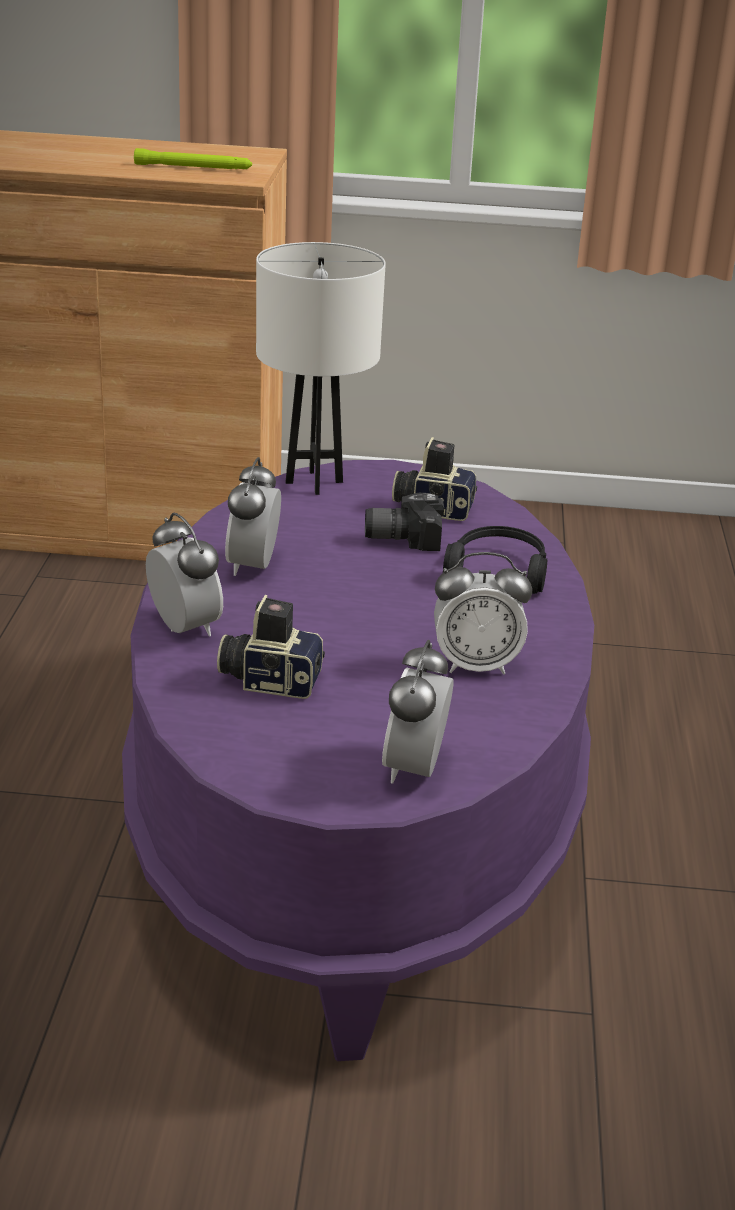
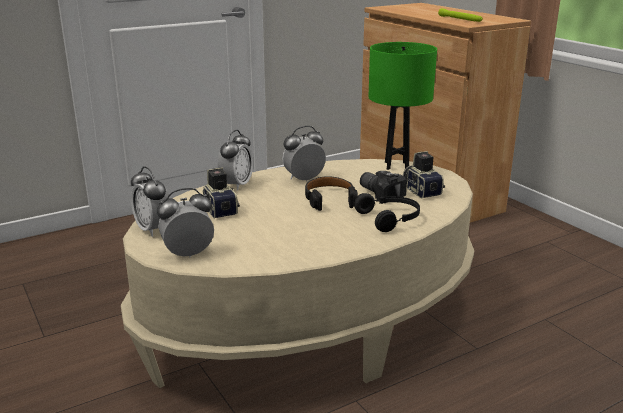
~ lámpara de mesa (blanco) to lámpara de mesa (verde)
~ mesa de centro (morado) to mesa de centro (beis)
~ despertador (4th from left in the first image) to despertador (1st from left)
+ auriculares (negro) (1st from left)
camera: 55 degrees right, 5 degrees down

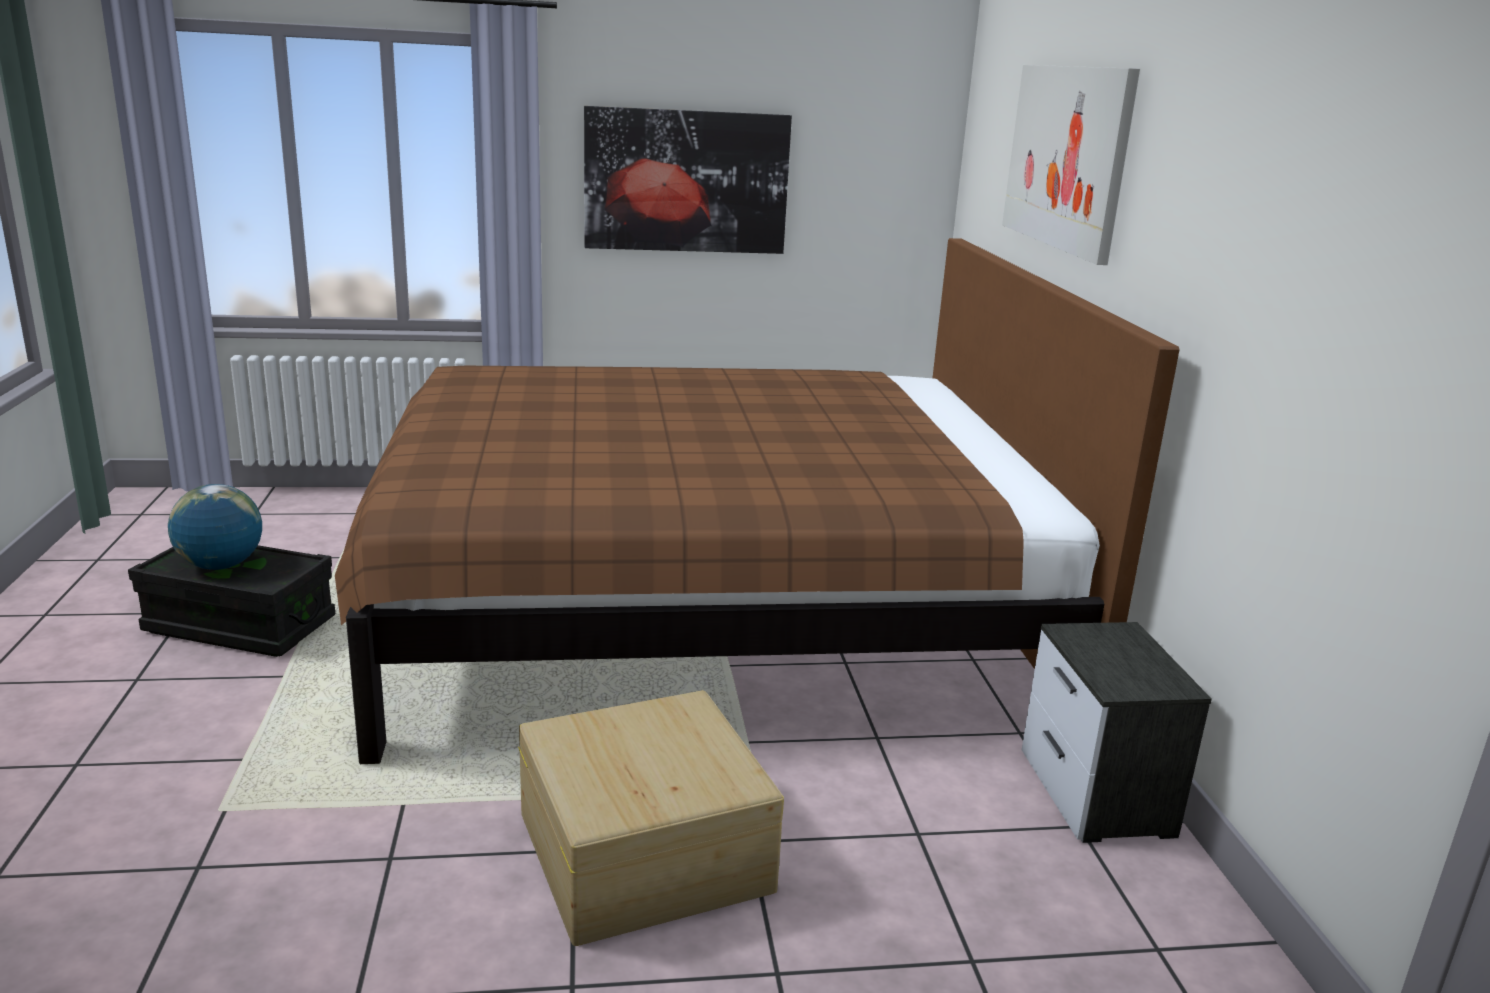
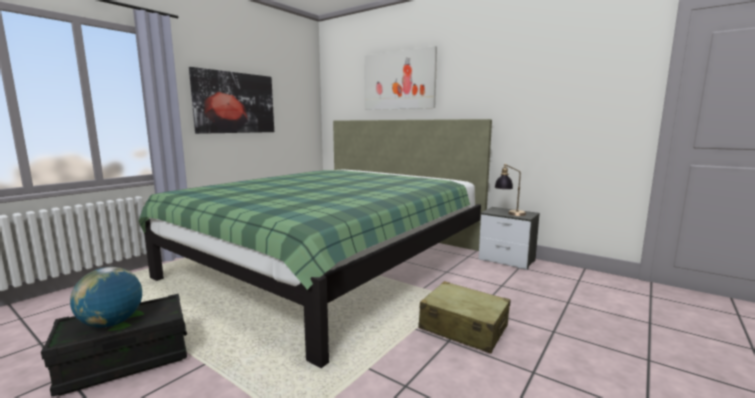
~ cama (marrón) to cama (verde)
~ caja de almacenaje (beis) to maleta (beis)
+ lámpara de mesa
camera: 45 degrees left, 10 degrees down

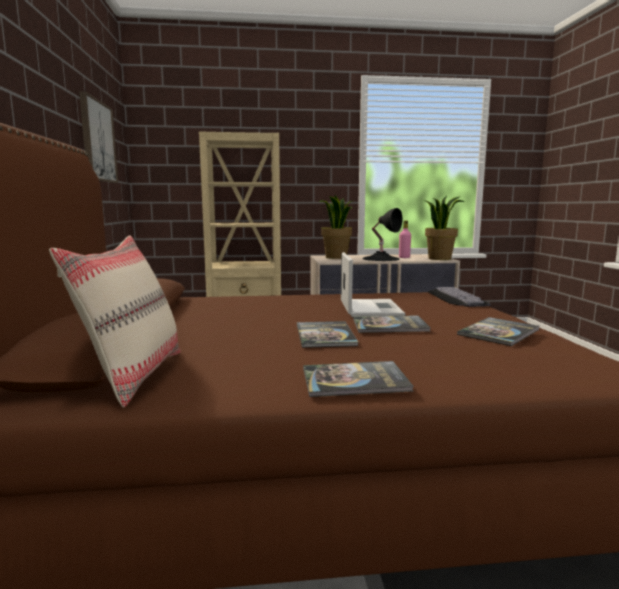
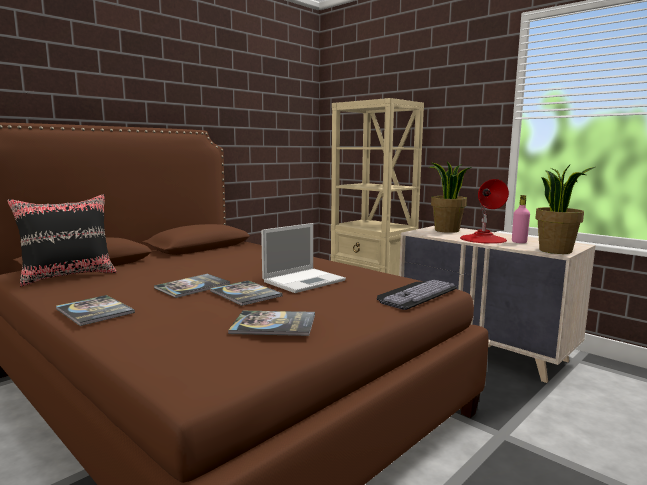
- cuadro
~ lámpara de mesa (negro) to lámpara de mesa (rojo)
~ cojín (beis) to cojín (negro)
camera: 50 degrees right, 0 degrees up

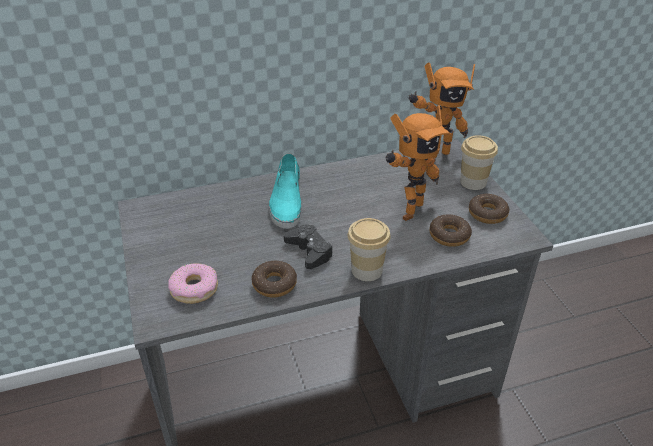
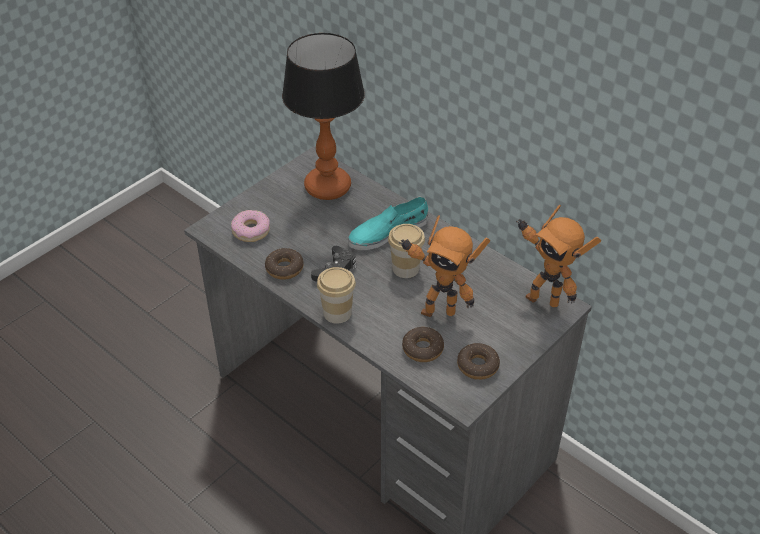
~ taza (2nd from left)
+ lámpara de mesa
camera: 60 degrees right, 5 degrees up

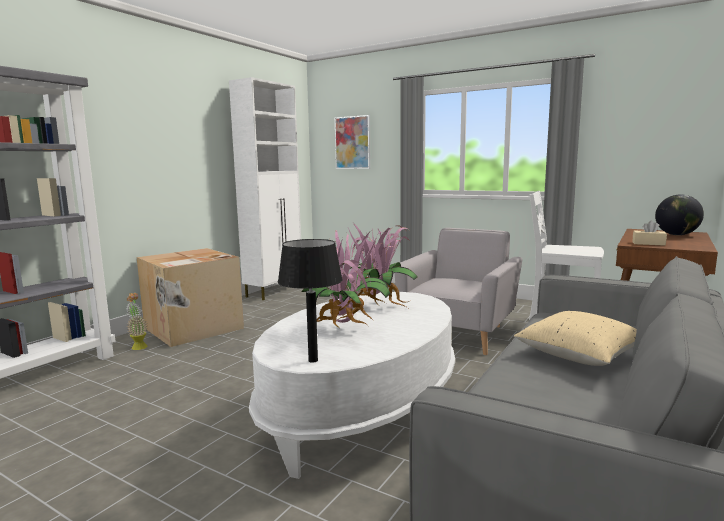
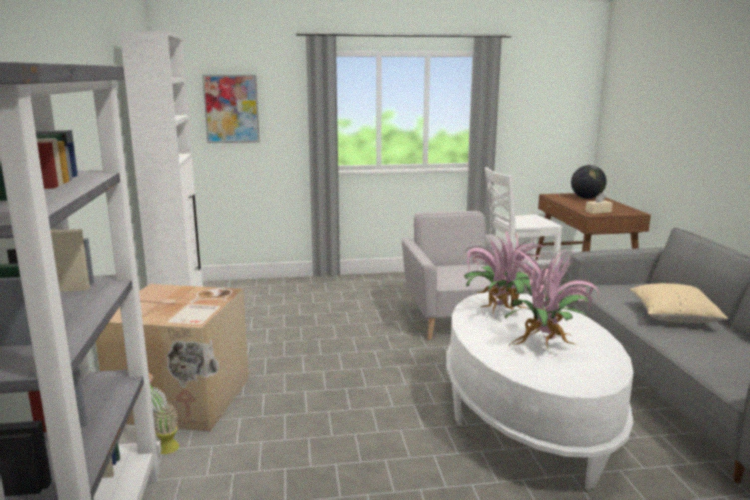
- lámpara de mesa (negro)
camera: 40 degrees left, 5 degrees up

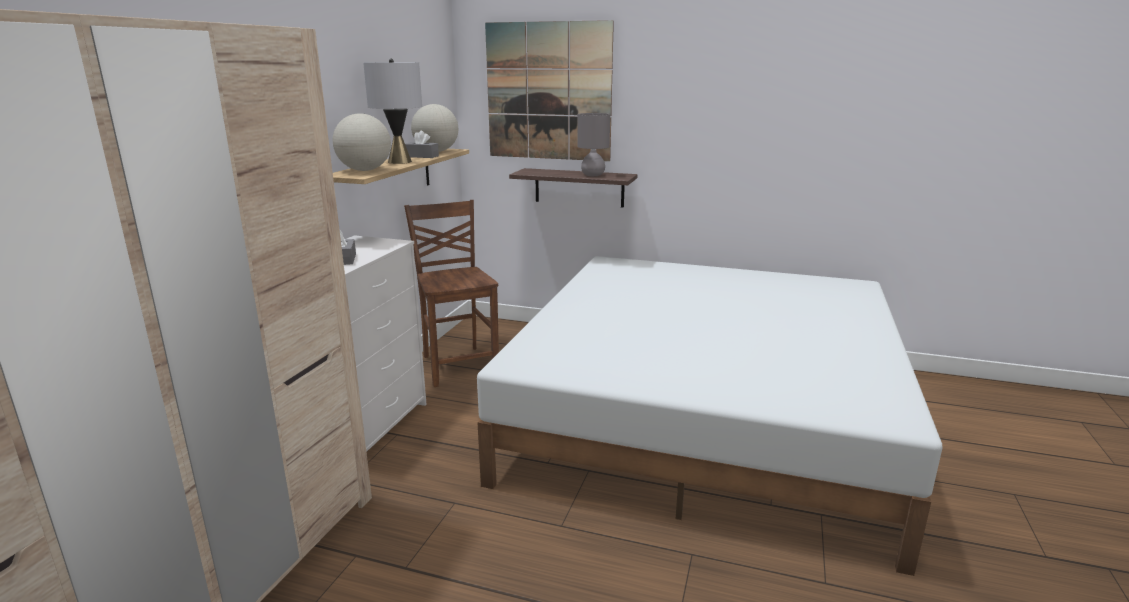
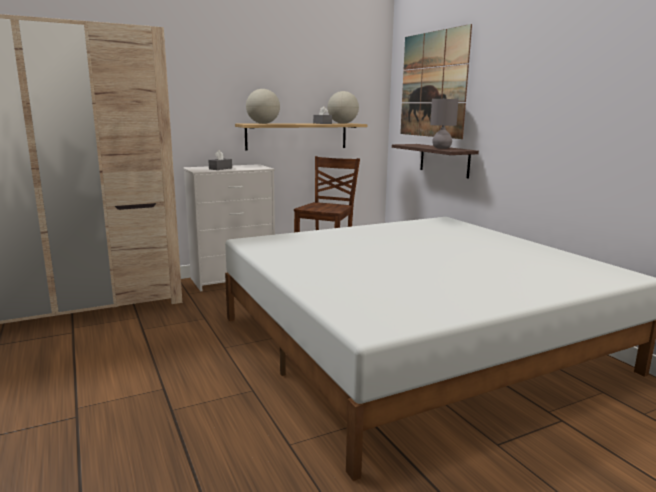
- lámpara de mesa (gris) (1st from left)
camera: 45 degrees right, 5 degrees down

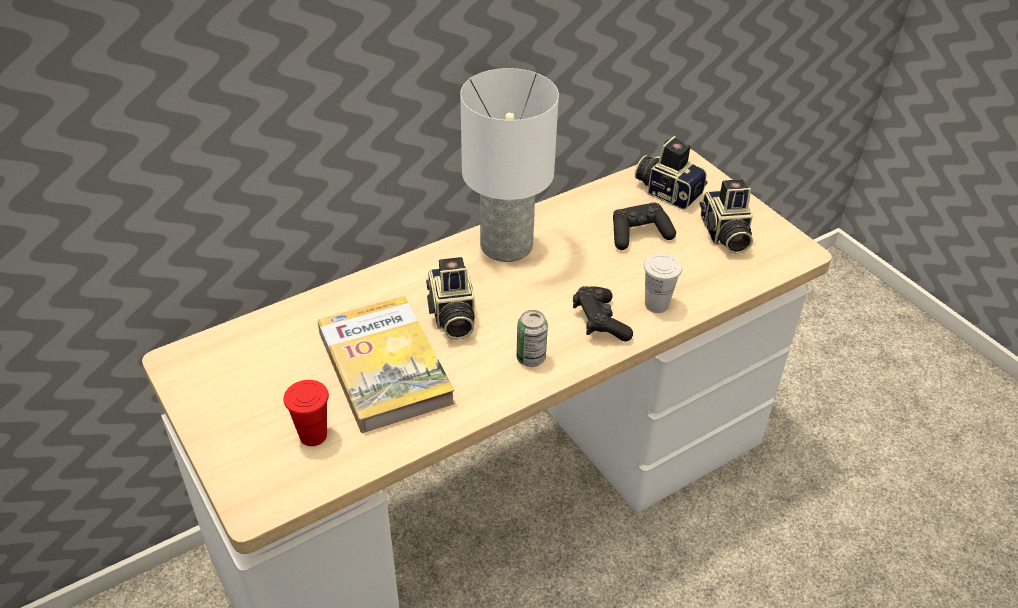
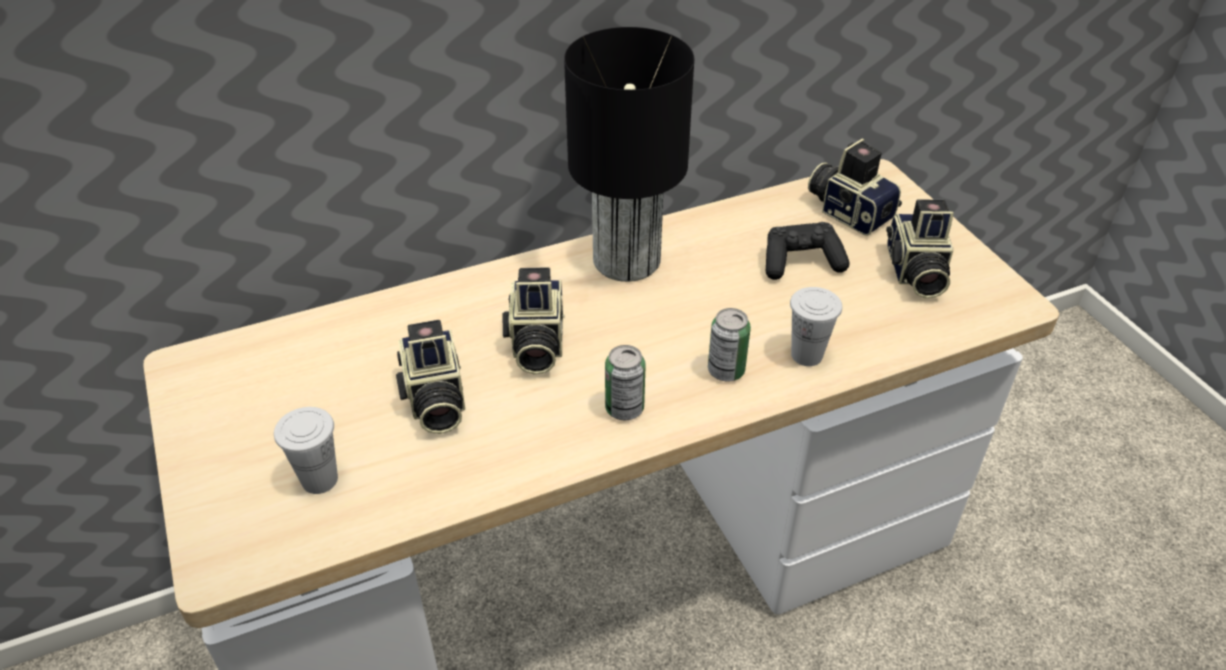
~ lámpara de mesa (blanco) to lámpara de mesa (negro)
~ mando de consola (negro) (1st from left) to lata (2nd from left)
~ libro to cámara (1st from left)
~ taza (rojo) to taza (blanco) (1st from left)
camera: 10 degrees right, 0 degrees up

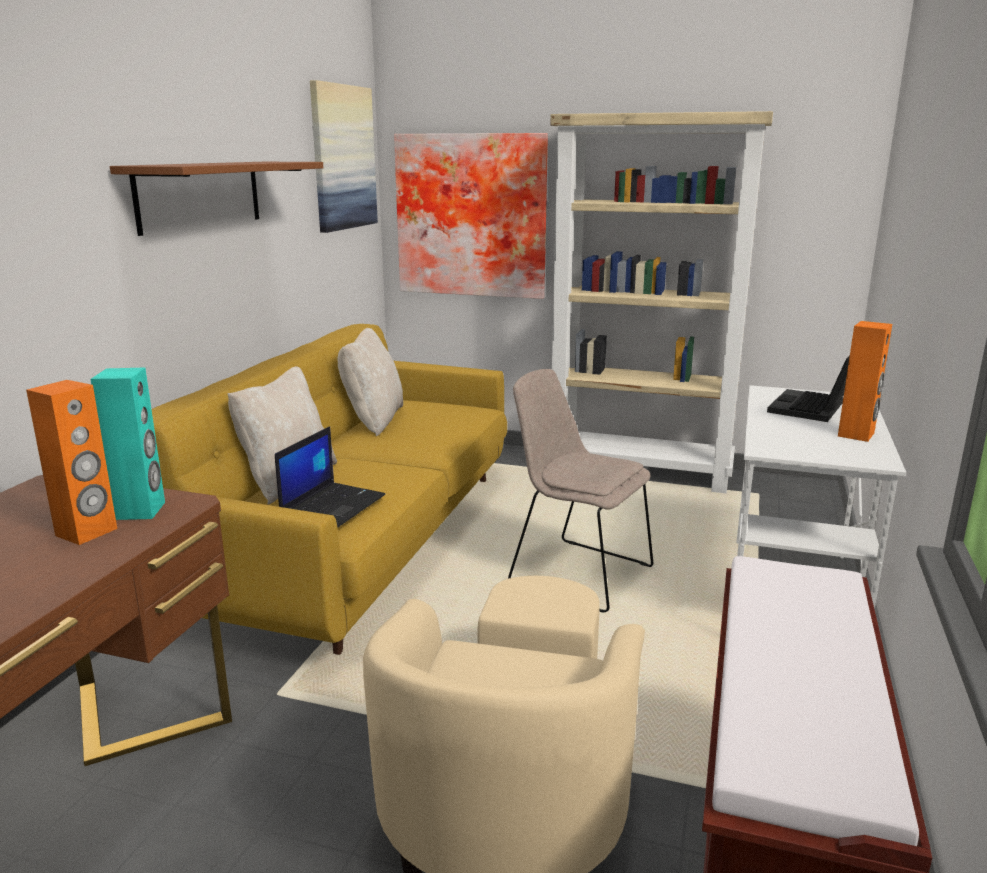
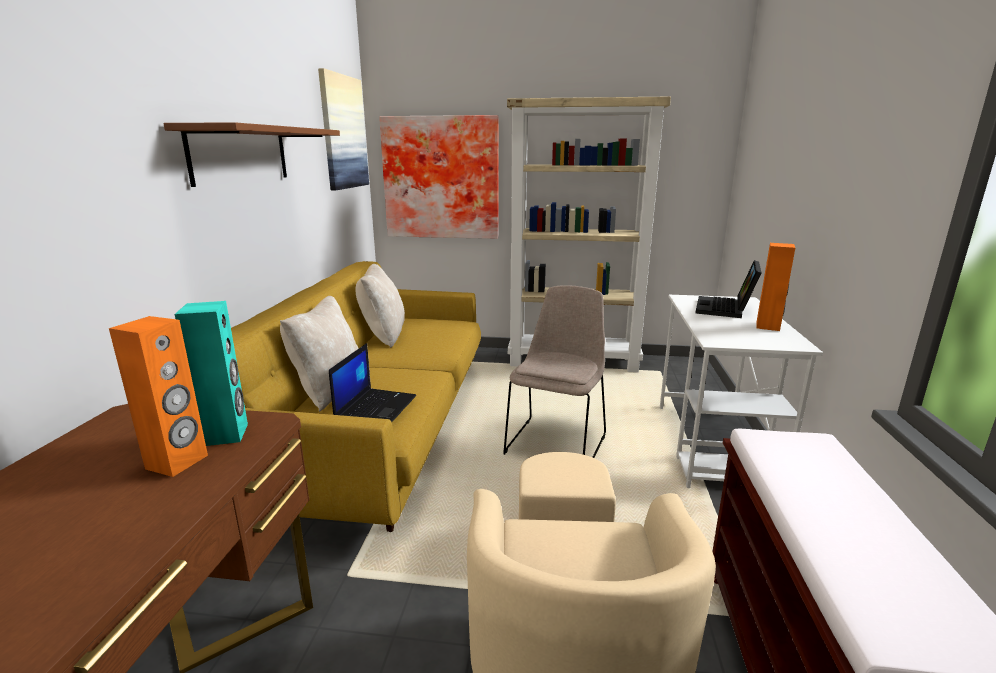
~ silla (beis) 90 degrees clockwise
camera: 10 degrees left, 0 degrees up

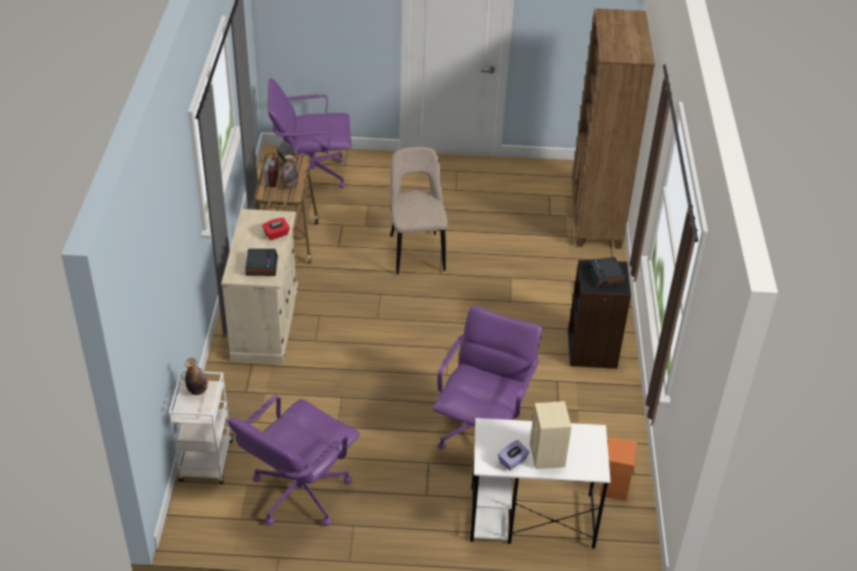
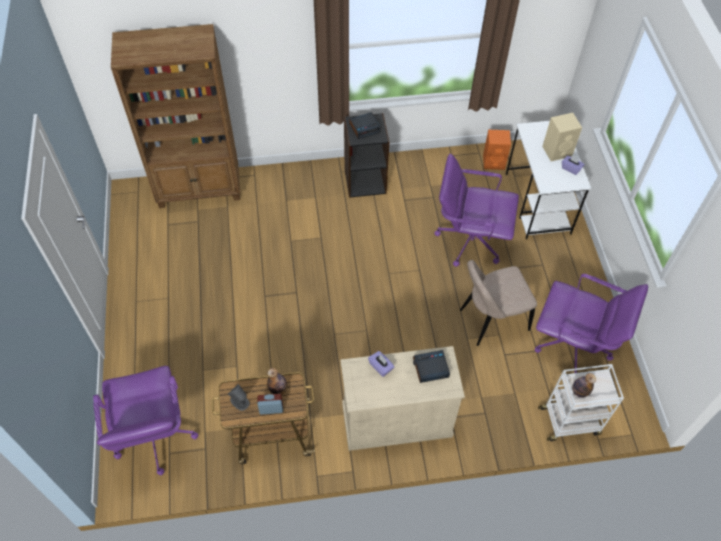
~ silla (beis)
~ caja de pañuelos (rojo) to caja de pañuelos (morado) (1st from left)
camera: 100 degrees left, 15 degrees up

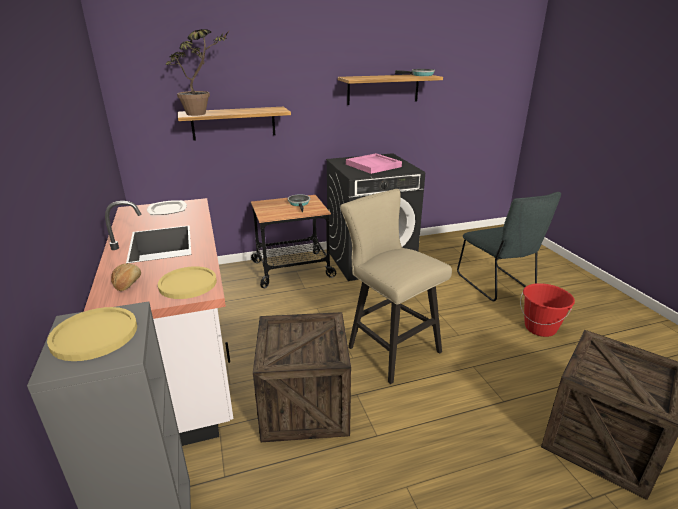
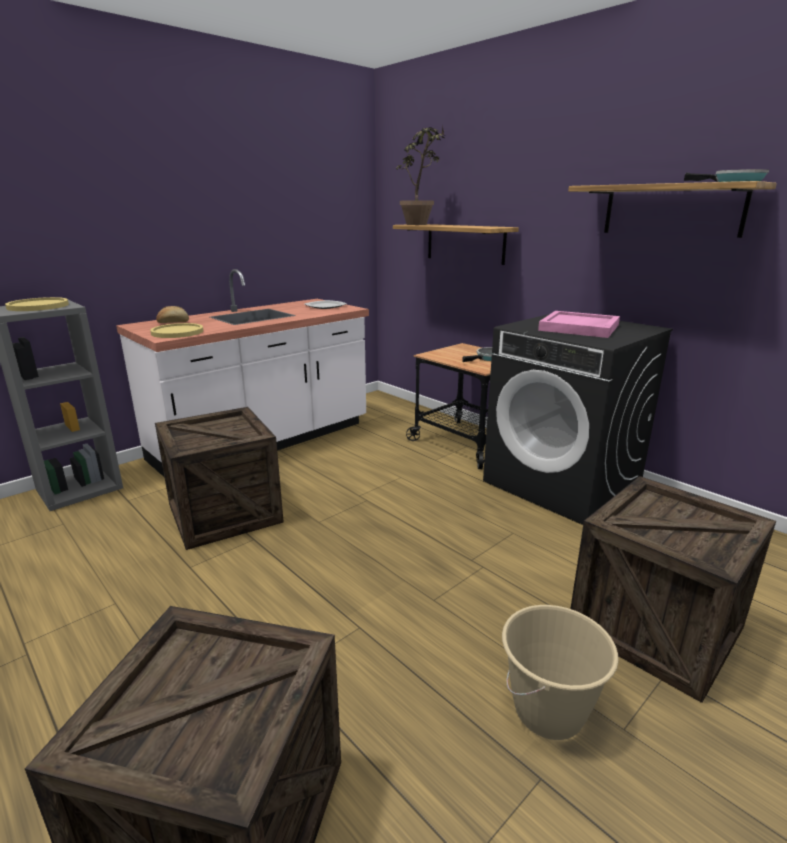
- taburete (beis)
~ silla (gris) to caja de embalaje (3rd from left)
~ cubo (rojo) to cubo (beis)
camera: 65 degrees right, 5 degrees down

